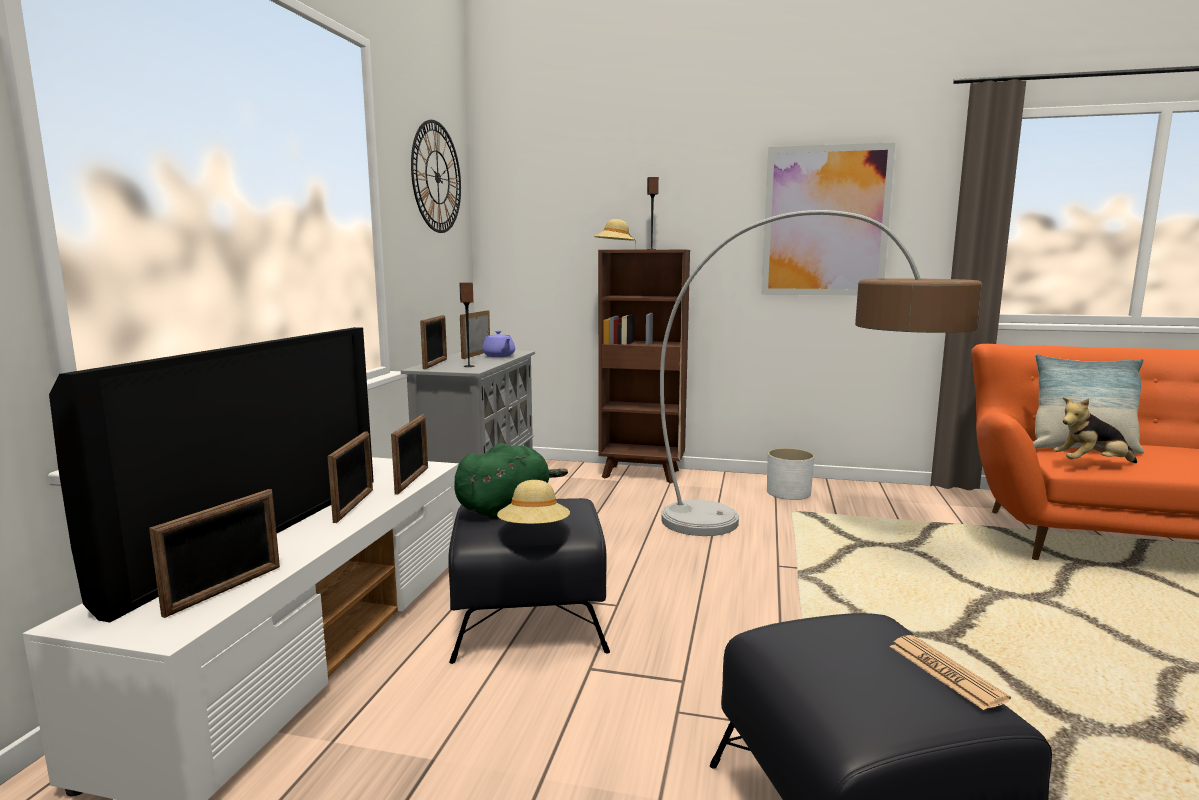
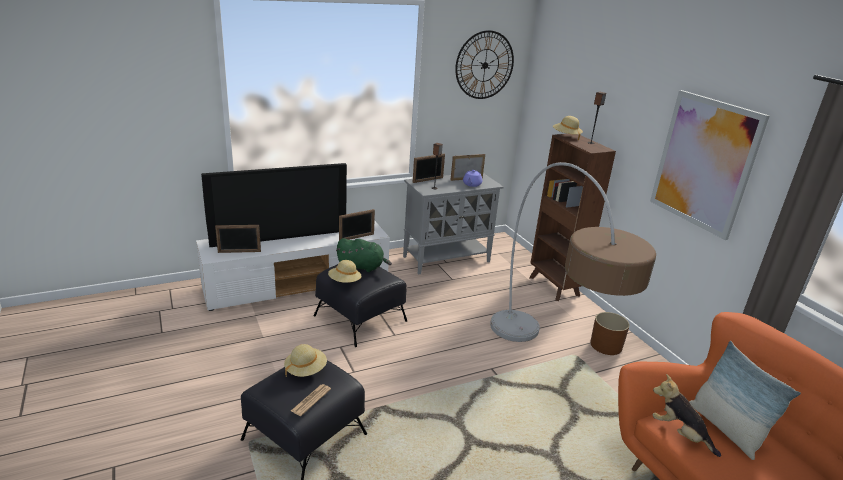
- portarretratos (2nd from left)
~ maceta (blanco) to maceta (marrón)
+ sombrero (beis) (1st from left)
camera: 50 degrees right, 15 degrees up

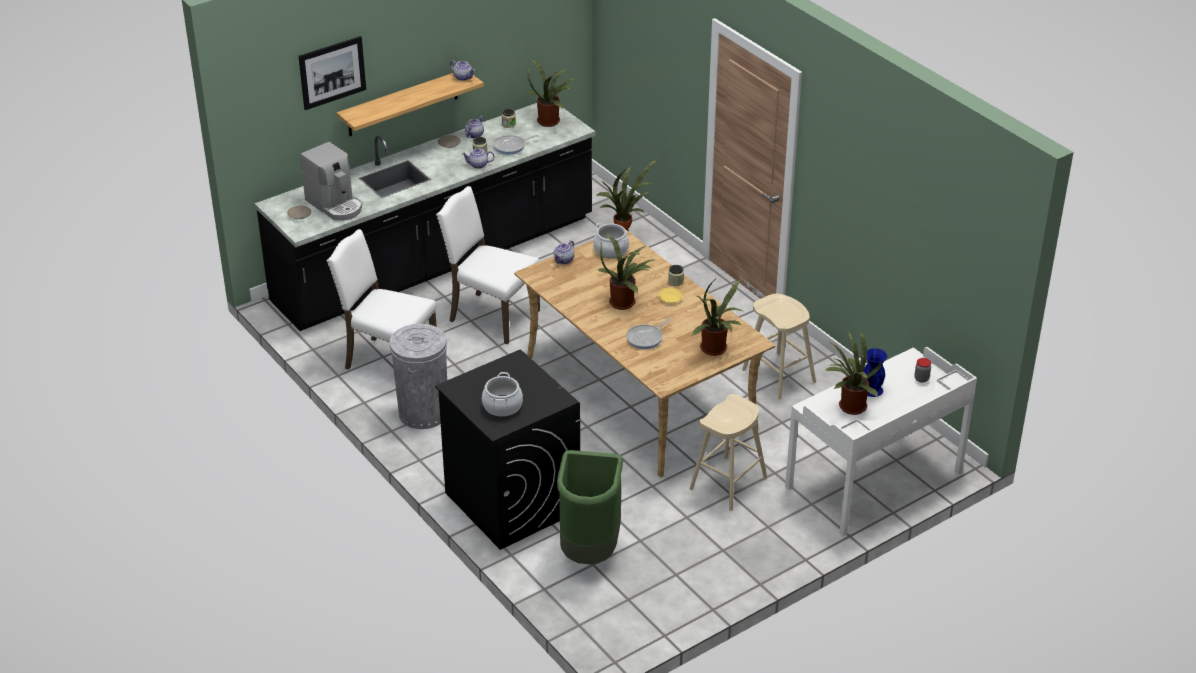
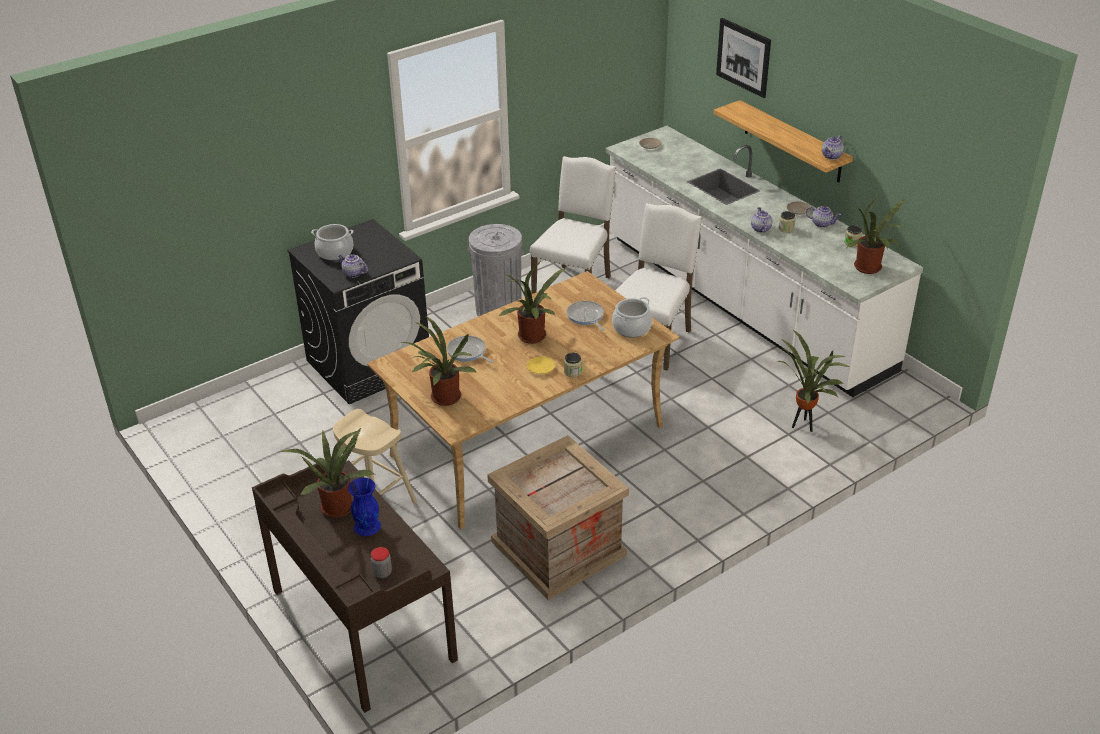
~ mueble bajo de cocina (negro) to mueble bajo de cocina (blanco)
~ sartén (1st from left in the first image) to sartén (2nd from left)
- cafetera
~ tetera (4th from left in the first image) to tetera (1st from left)
~ taburete (beis) (2nd from left) to caja de embalaje
~ escritorio (blanco) to escritorio (marrón)
- papelera (verde)
camera: 90 degrees right, 0 degrees up

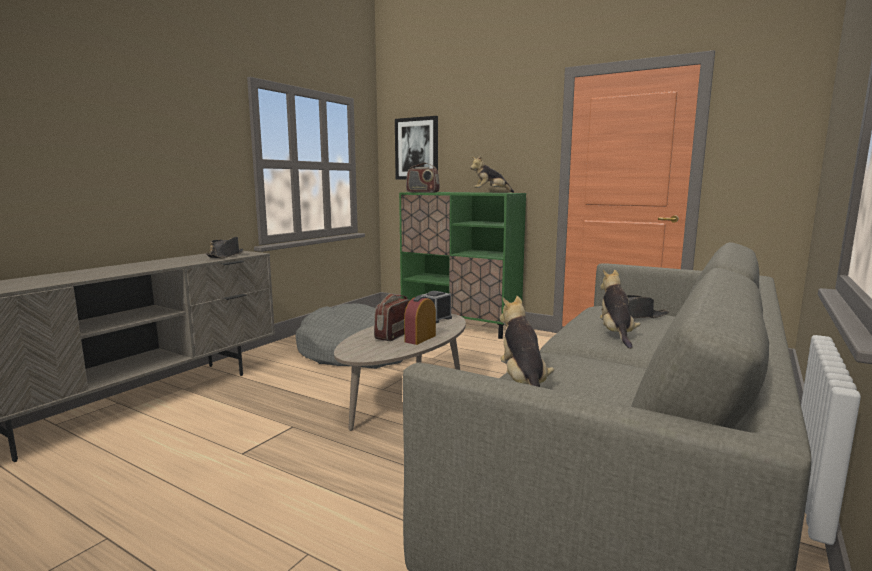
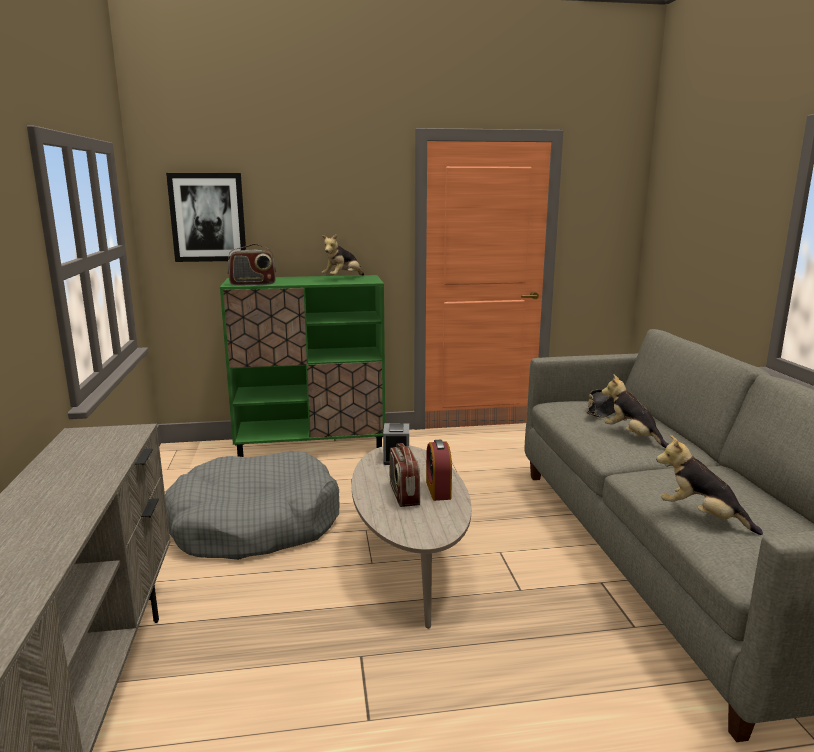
- sombrero (negro) (1st from left)
camera: 40 degrees left, 5 degrees up

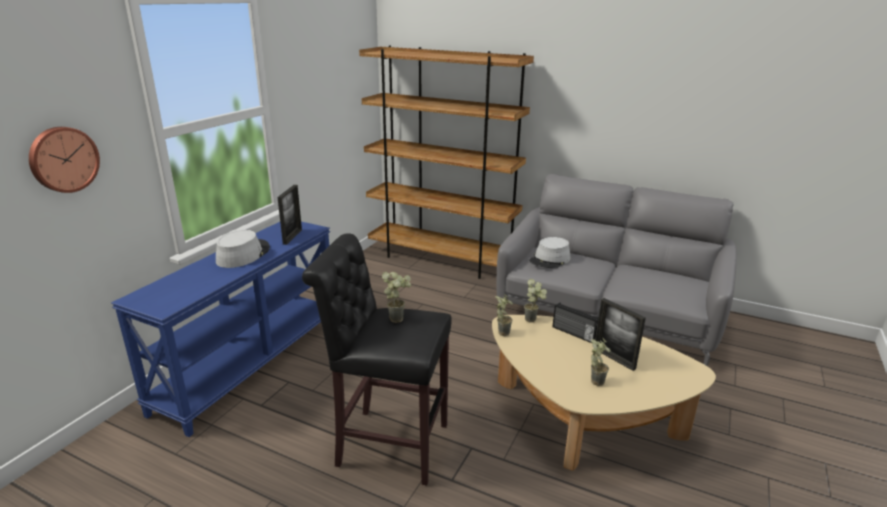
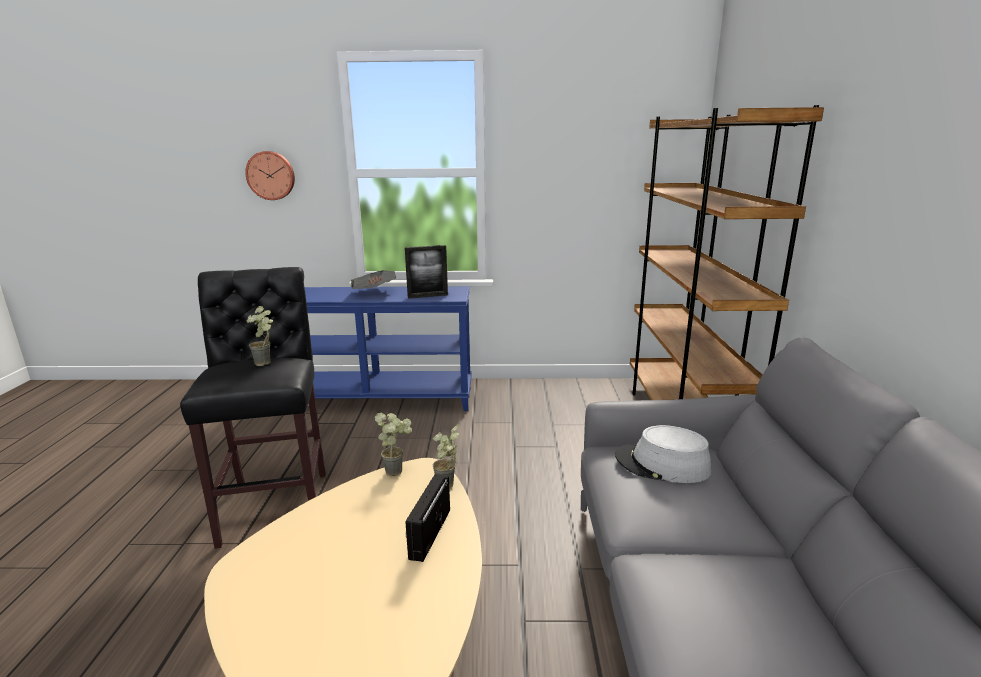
~ sombrero (gris) (1st from left) to periódico
- portarretratos (2nd from left)
- planta en maceta (4th from left)
camera: 65 degrees right, 5 degrees down

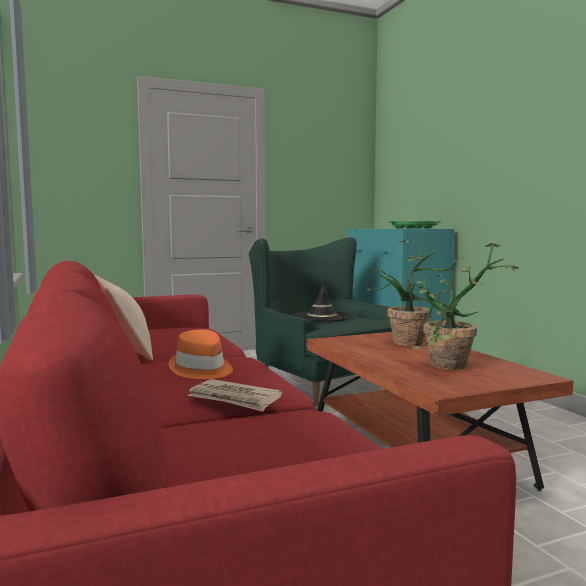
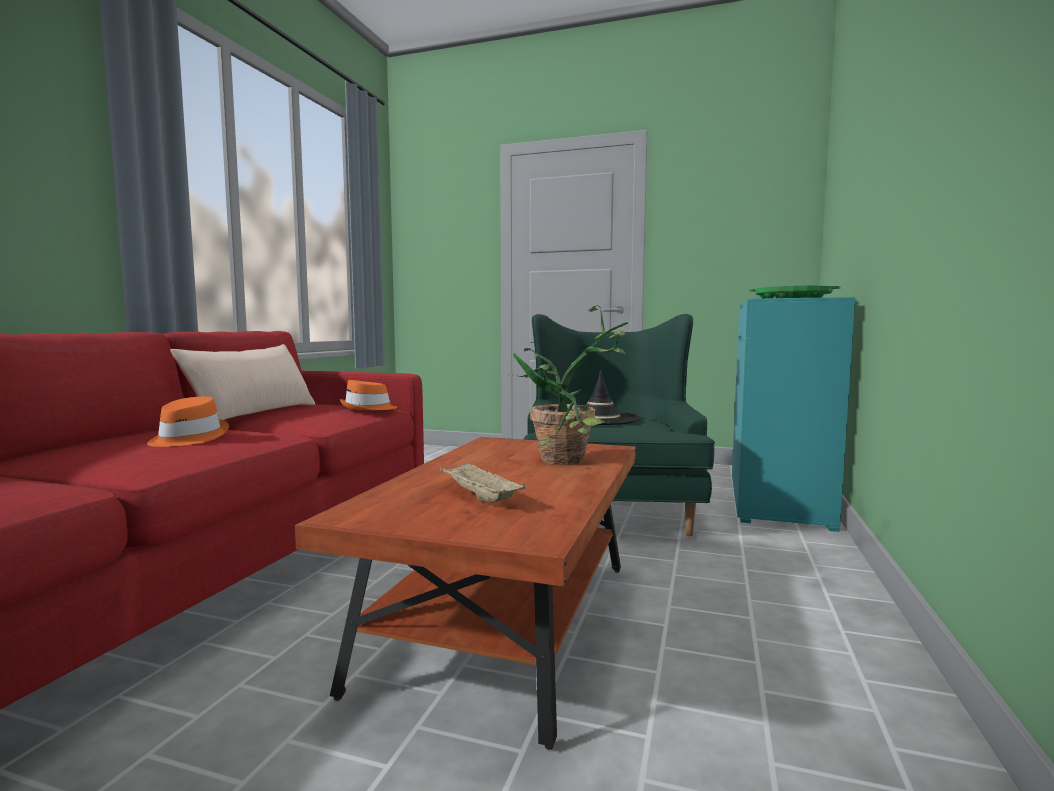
~ planta en maceta (2nd from left) to bandeja (beis)
- periódico
+ sombrero (naranja) (2nd from left)
camera: 40 degrees right, 0 degrees up

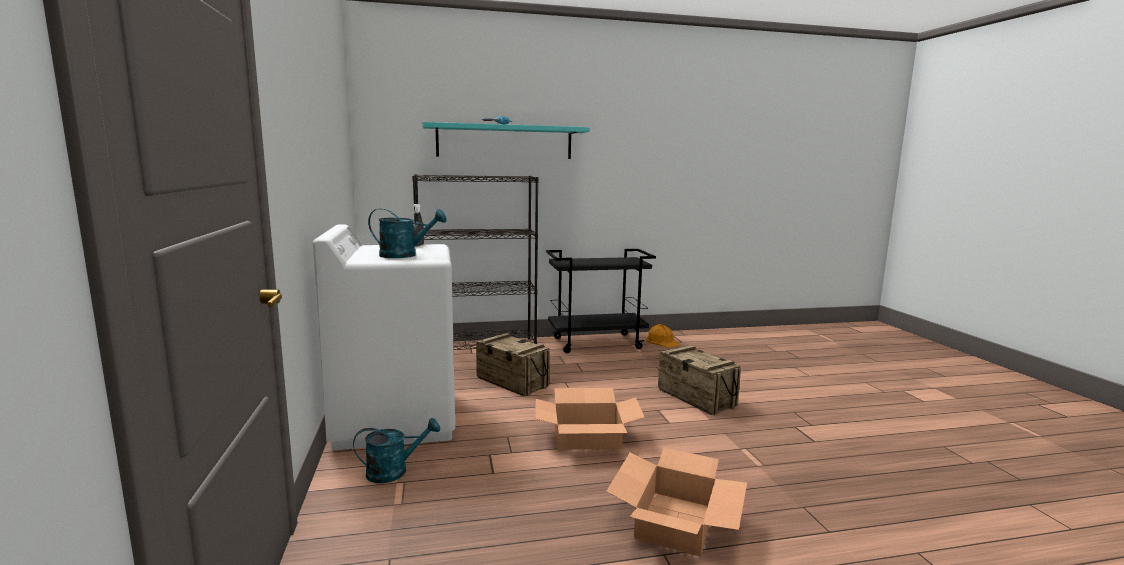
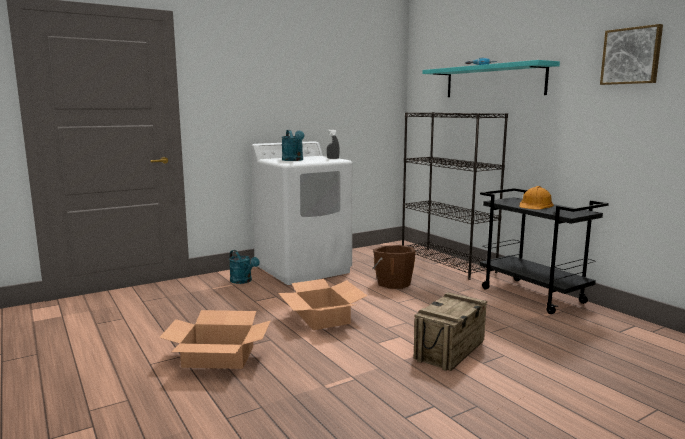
~ casco (naranja)
~ caja de embalaje (1st from left) to cubo (marrón)
+ cuadro
camera: 70 degrees right, 0 degrees up

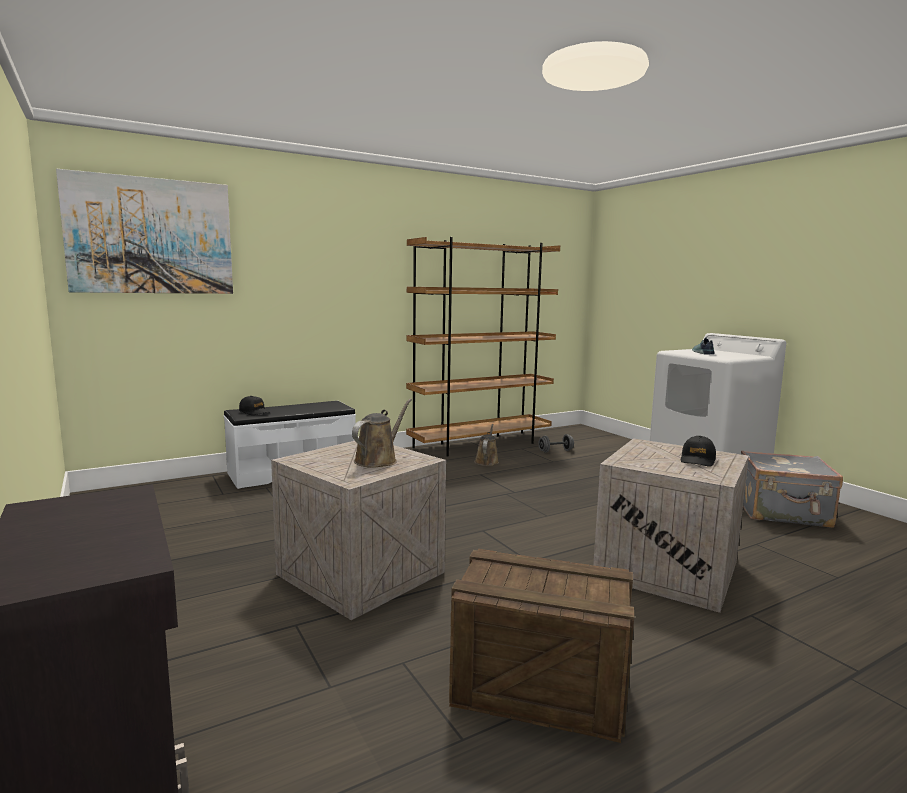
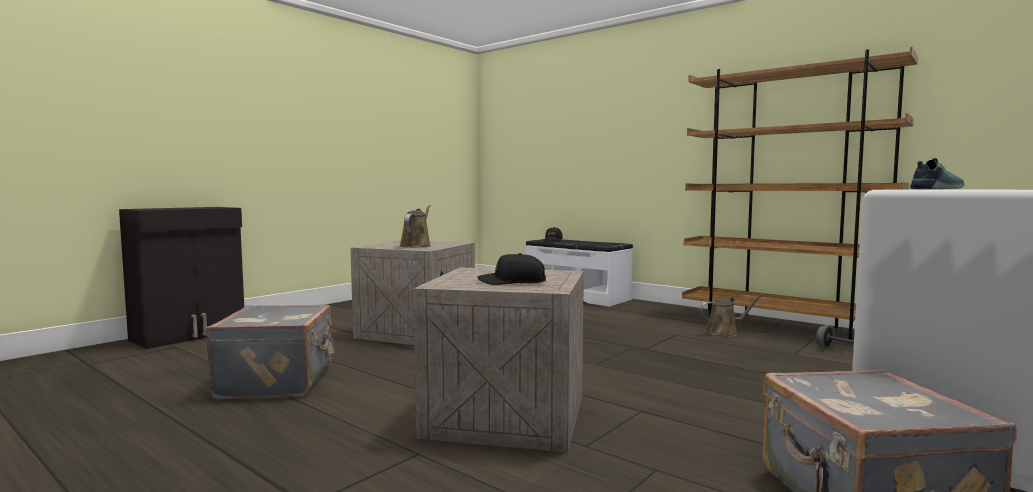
- cuadro
~ regadera (marrón) (1st from left) 90 degrees counterclockwise
~ caja de embalaje (2nd from left) to maleta (gris) (1st from left)
camera: 70 degrees right, 5 degrees down

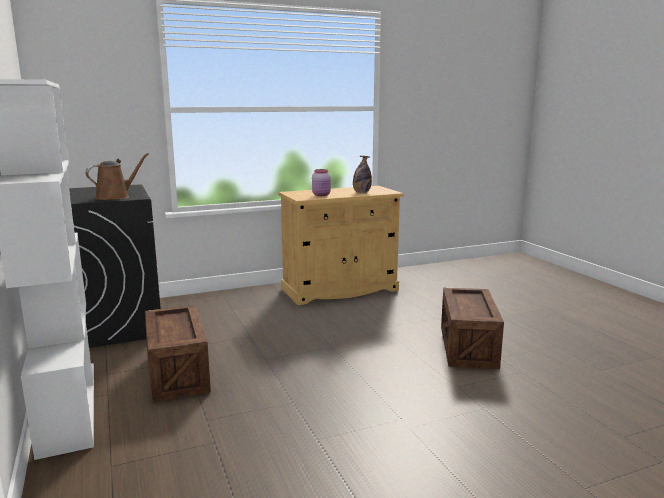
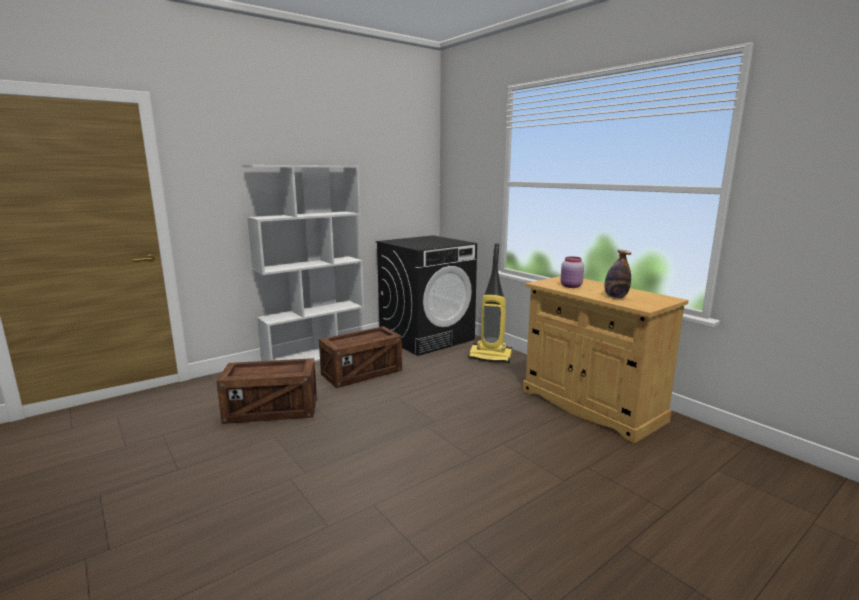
- regadera (marrón)
~ caja de embalaje (2nd from left in the first image) to caja de embalaje (1st from left)
+ aspiradora
camera: 75 degrees right, 0 degrees up

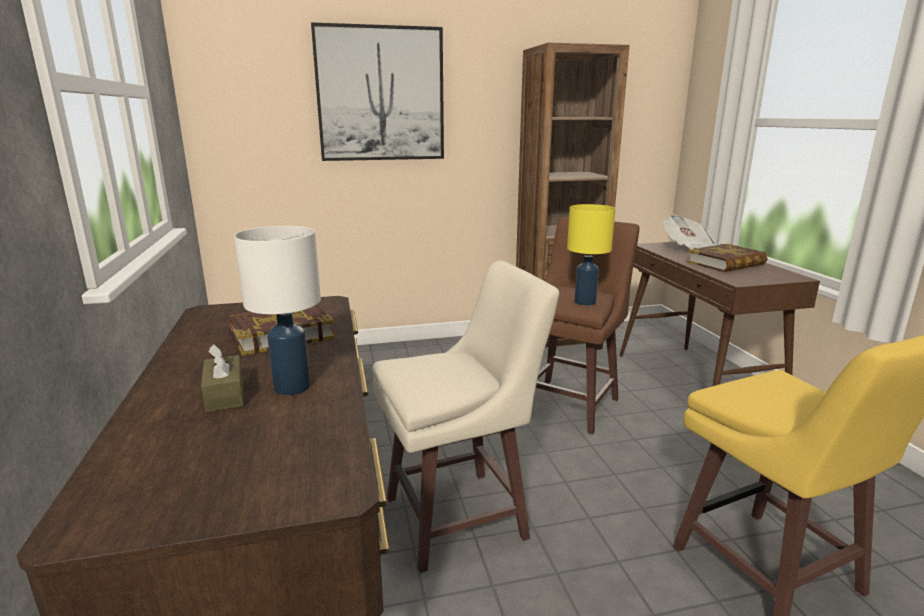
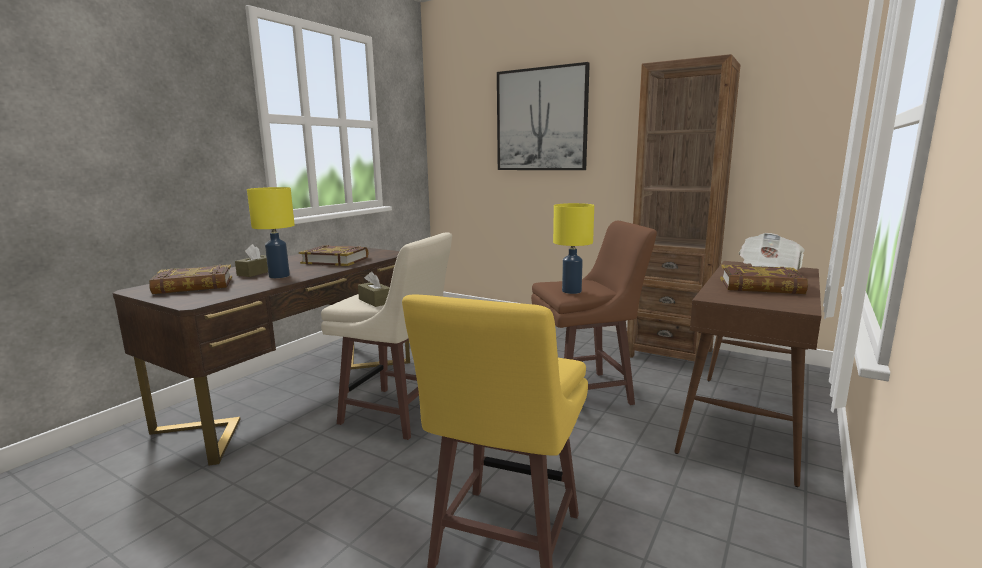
~ lámpara de mesa (blanco) to lámpara de mesa (amarillo) (1st from left)
+ libro (1st from left)
+ caja de pañuelos (marrón) (2nd from left)
camera: 45 degrees right, 5 degrees down

